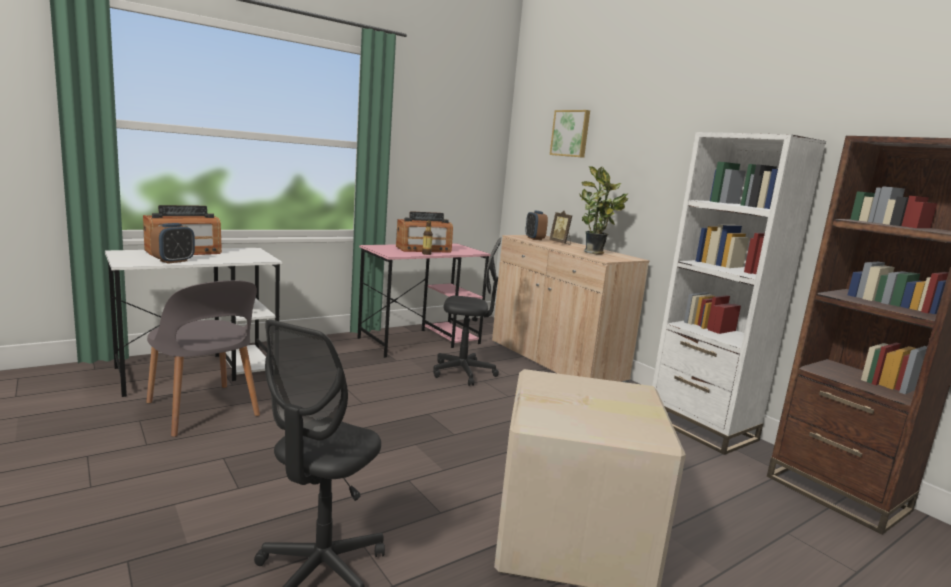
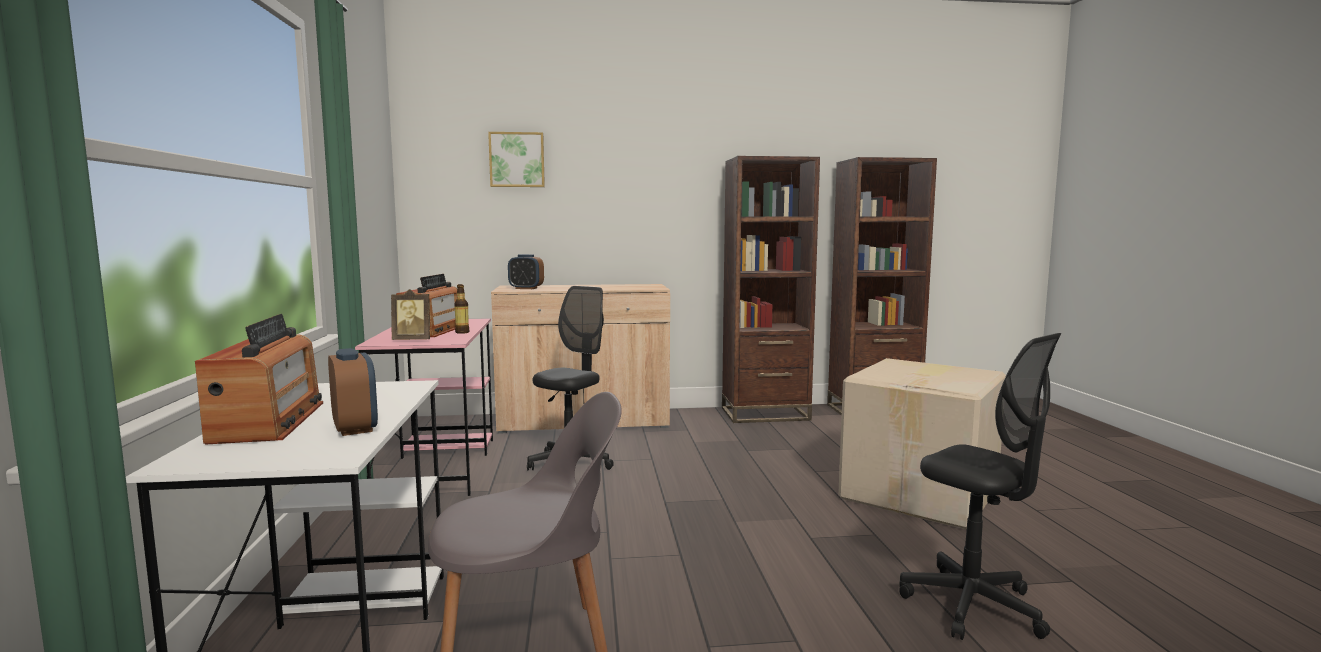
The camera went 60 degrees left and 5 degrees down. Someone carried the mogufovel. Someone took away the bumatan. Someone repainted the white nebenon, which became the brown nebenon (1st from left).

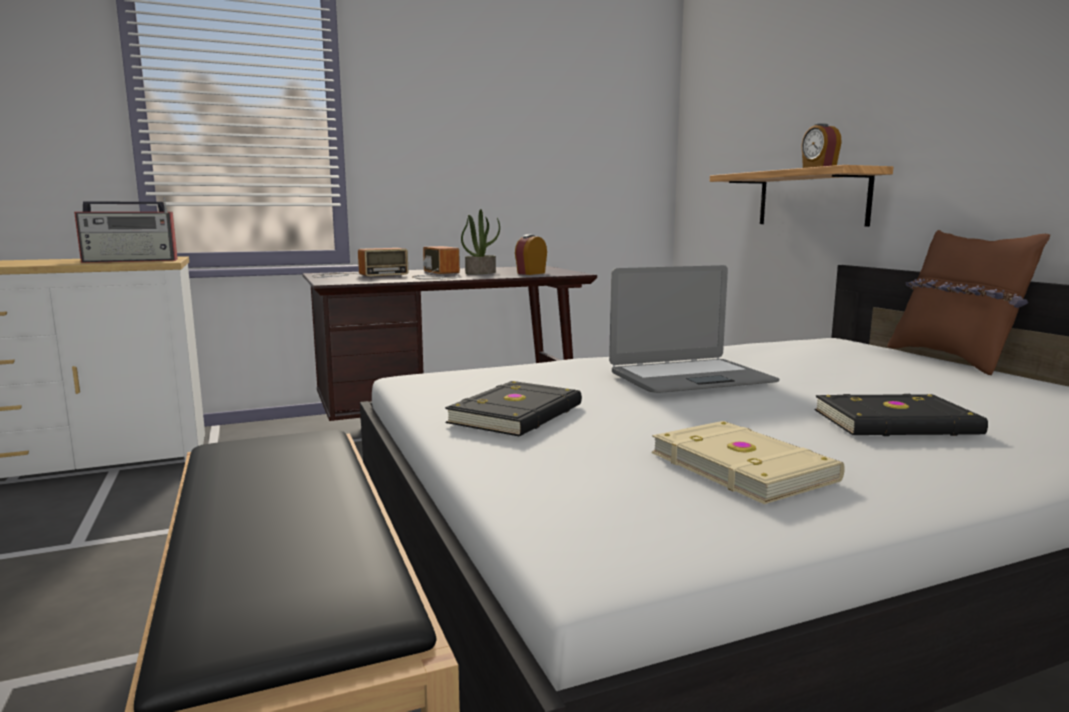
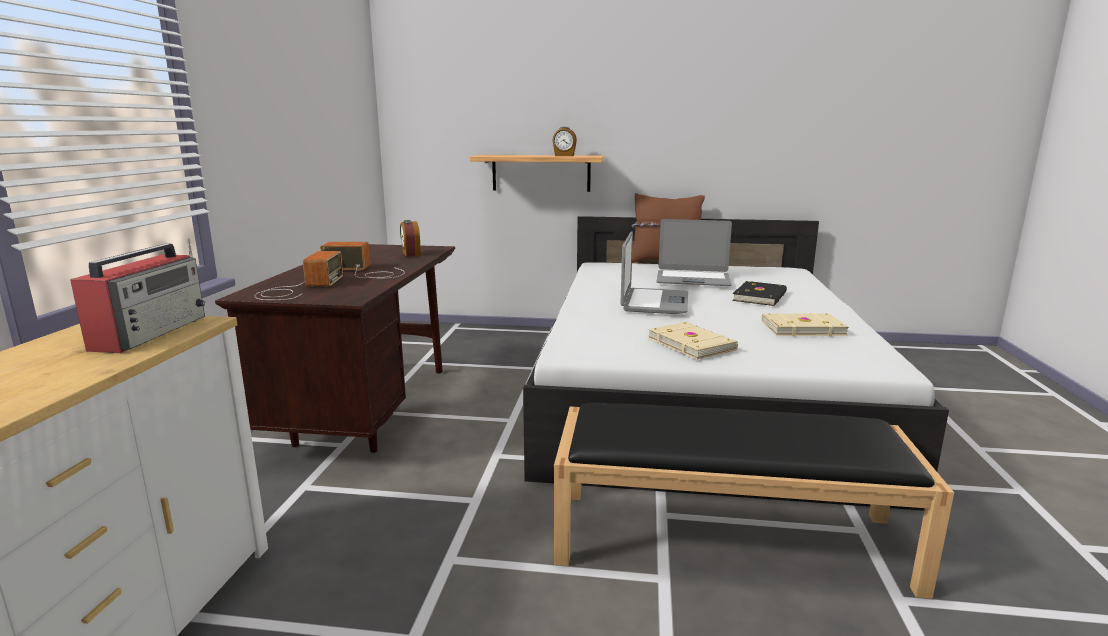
The camera went 60 degrees left and 5 degrees up. Someone repainted the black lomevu (1st from left), which became the beige lomevu (1st from left). Someone took away the bumatan. Someone put down the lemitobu (2nd from left).

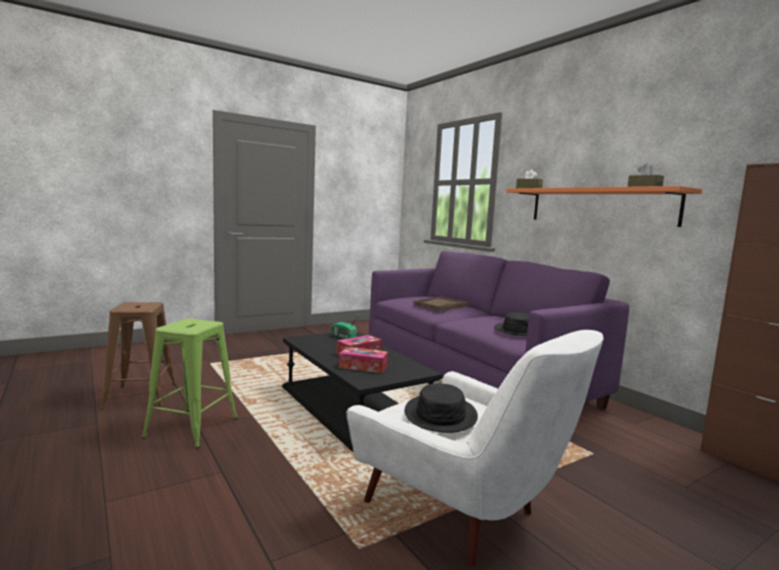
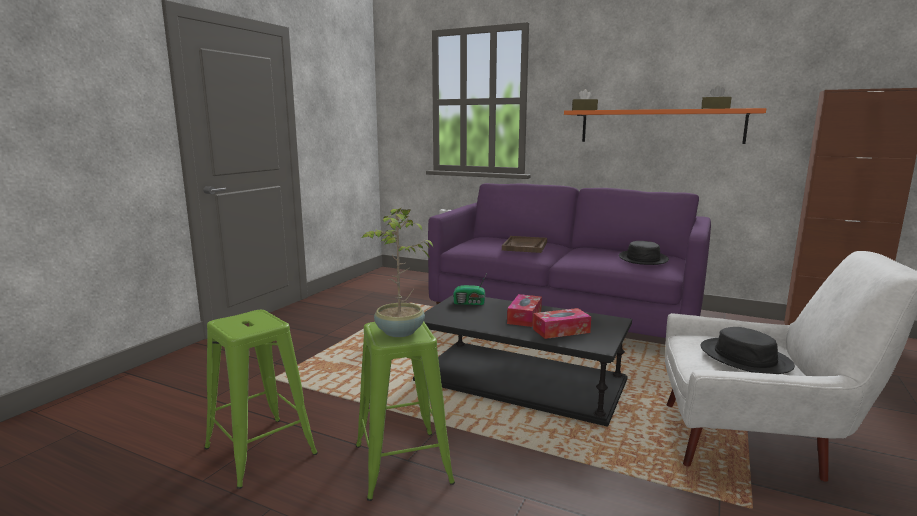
The camera went 30 degrees left and 5 degrees up. Someone repainted the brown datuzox, which became the green datuzox (1st from left). Someone put down the bumatan.

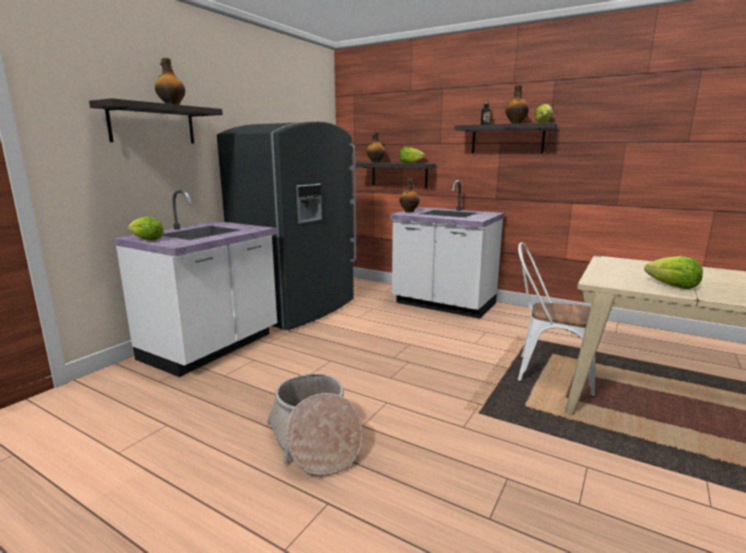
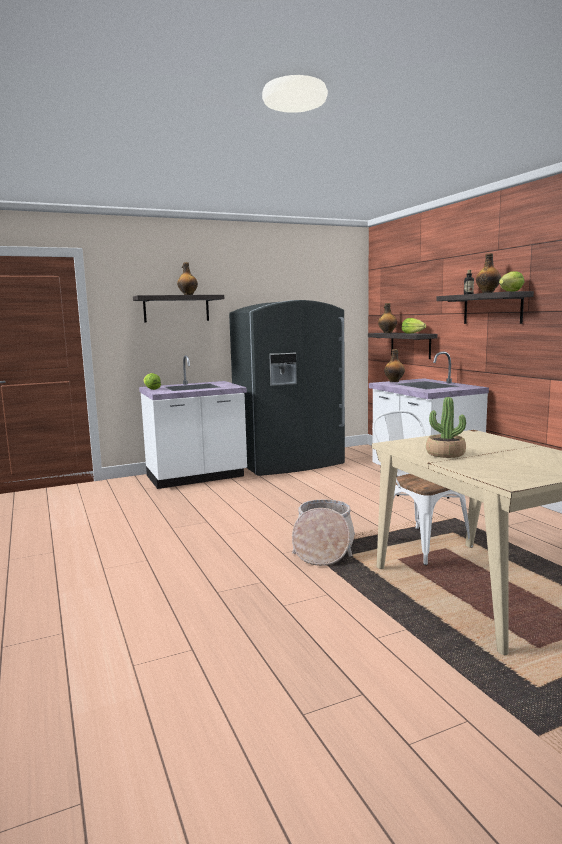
The camera went 35 degrees right and 5 degrees down. Someone carried the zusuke. Someone swapped the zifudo (4th from left) for the bumatan.

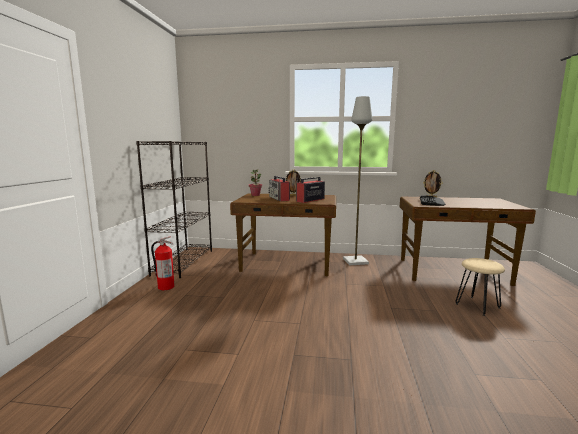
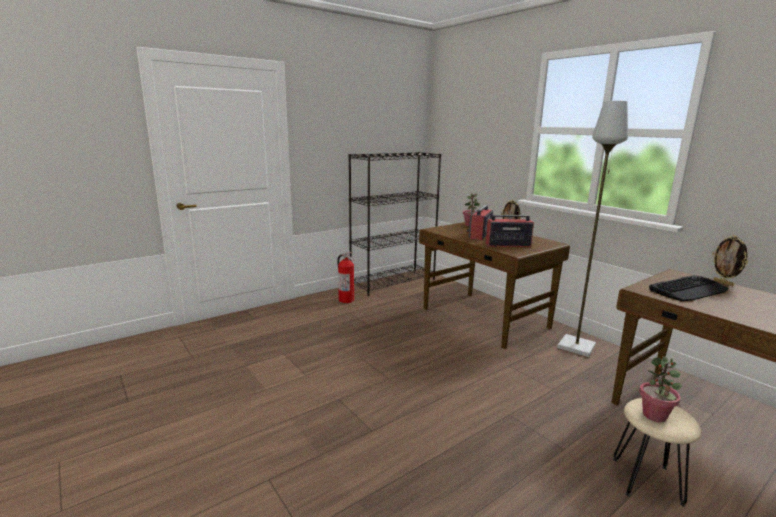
The camera went 45 degrees right and 5 degrees up. Someone put down the bumatan (2nd from left).

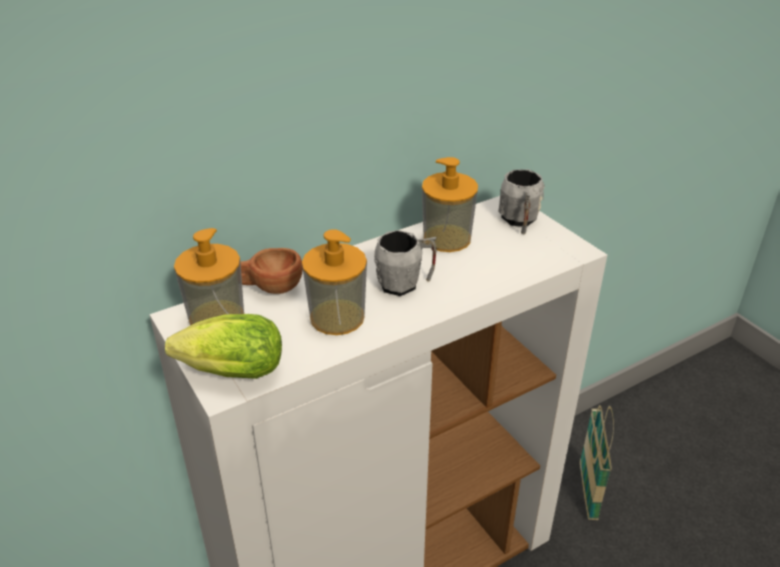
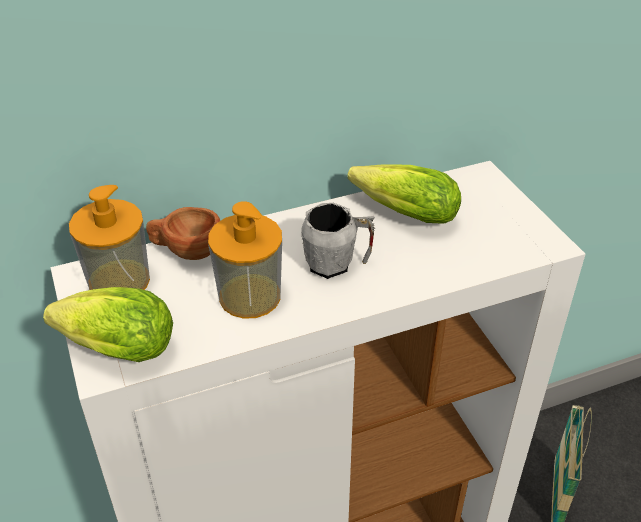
The camera went 10 degrees right and 5 degrees up. Someone swapped the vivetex (3rd from left) for the zifudo (2nd from left). Someone took away the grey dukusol (2nd from left).

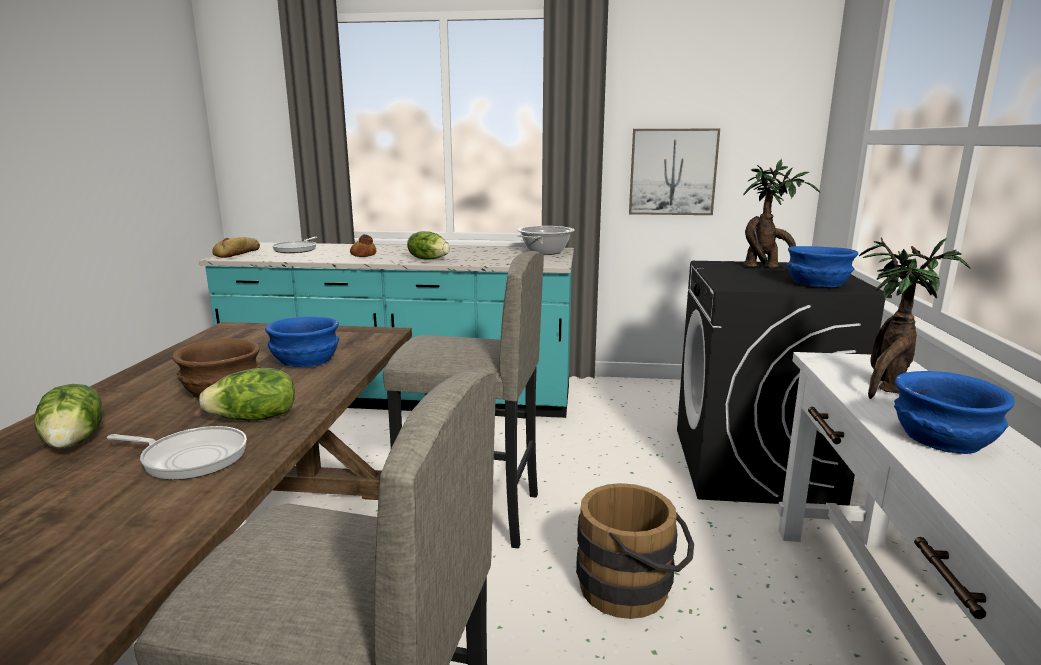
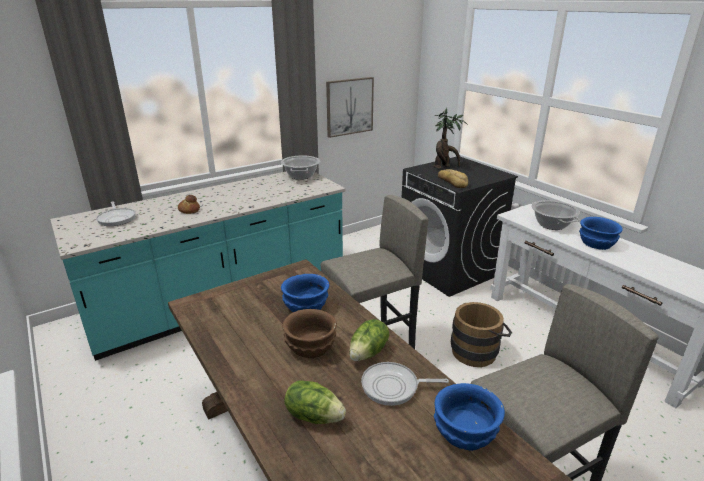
The camera went 40 degrees left and 10 degrees up. Someone rotated the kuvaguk (1st from left in the first image) by 150 degrees counterclockwise. Someone carried the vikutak (1st from left in the first image). Someone took away the zifudo (3rd from left). Someone carried the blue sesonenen (2nd from left). Someone swapped the bumatan (2nd from left) for the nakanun (2nd from left).

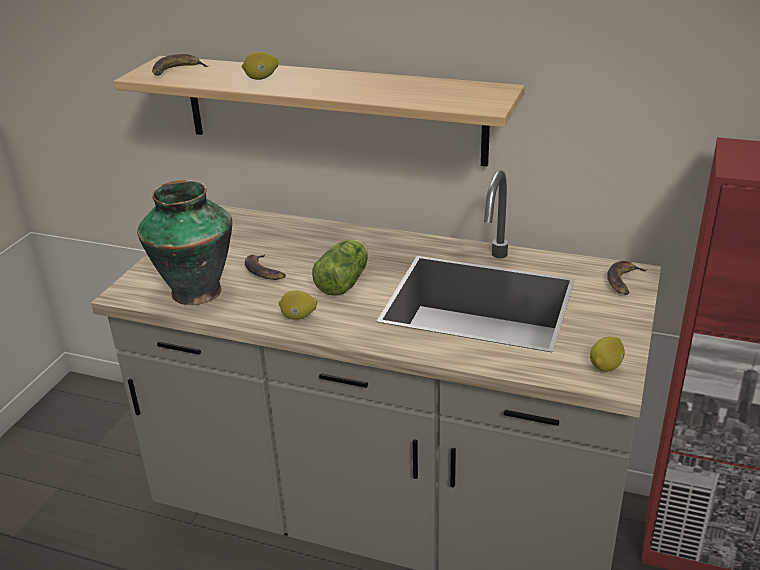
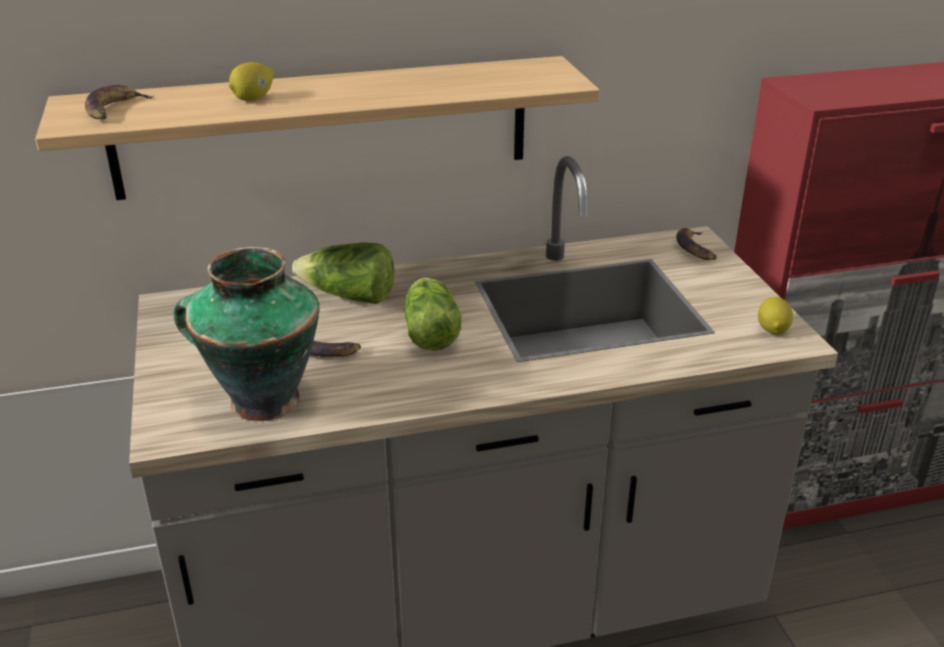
The camera went 35 degrees left and 0 degrees up. Someone took away the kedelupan (2nd from left). Someone put down the zifudo (1st from left).

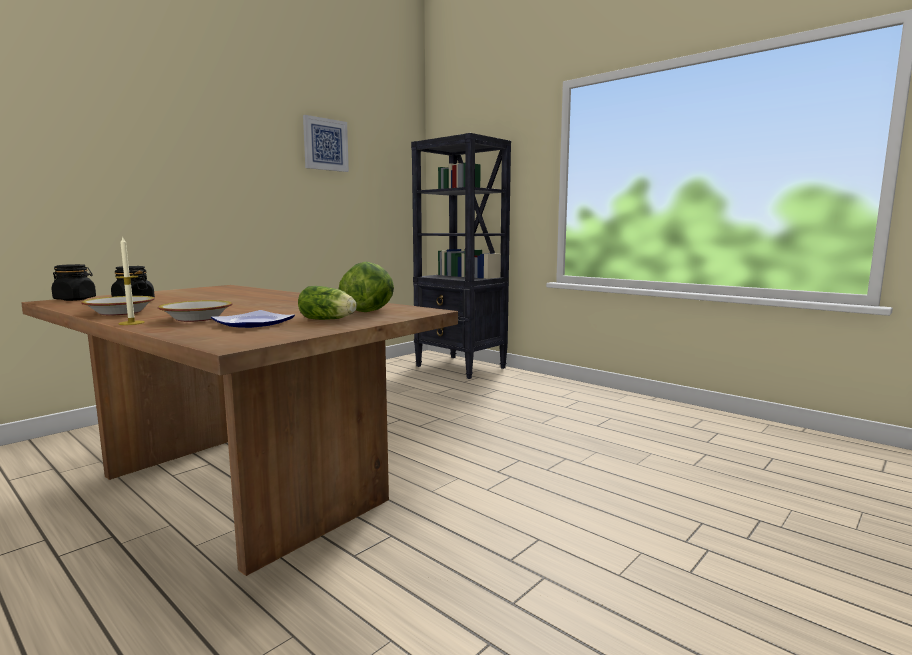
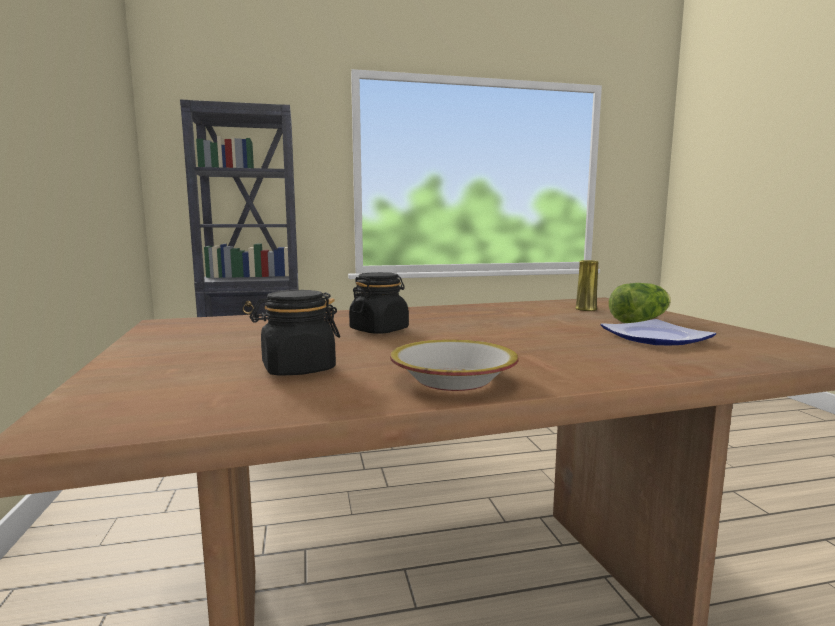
The camera went 55 degrees left and 0 degrees up. Someone carried the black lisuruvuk (1st from left in the first image). Someone took away the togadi. Someone took away the sesonenen (2nd from left). Someone took away the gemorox. Someone swapped the zifudo (2nd from left) for the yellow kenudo.

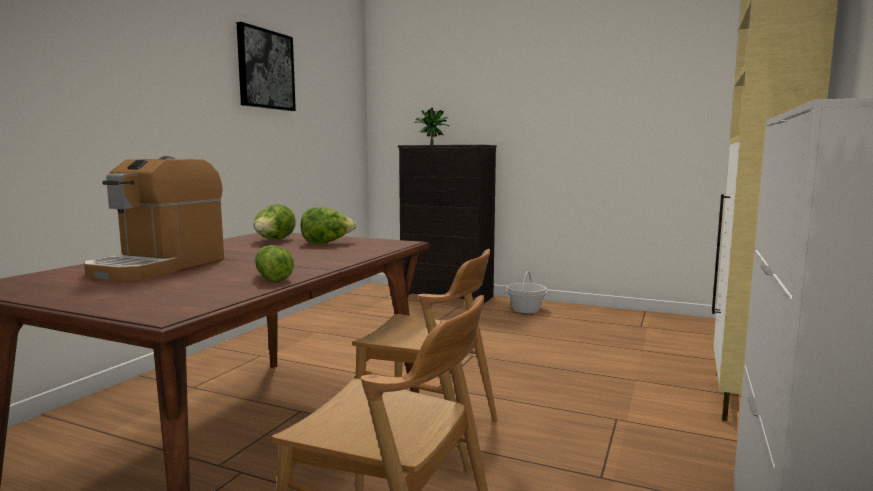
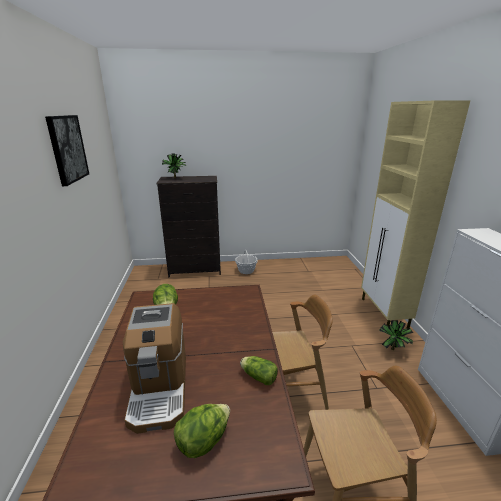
The camera went 30 degrees left and 15 degrees up. Someone carried the zifudo (3rd from left in the first image). Someone put down the bumatan (2nd from left).

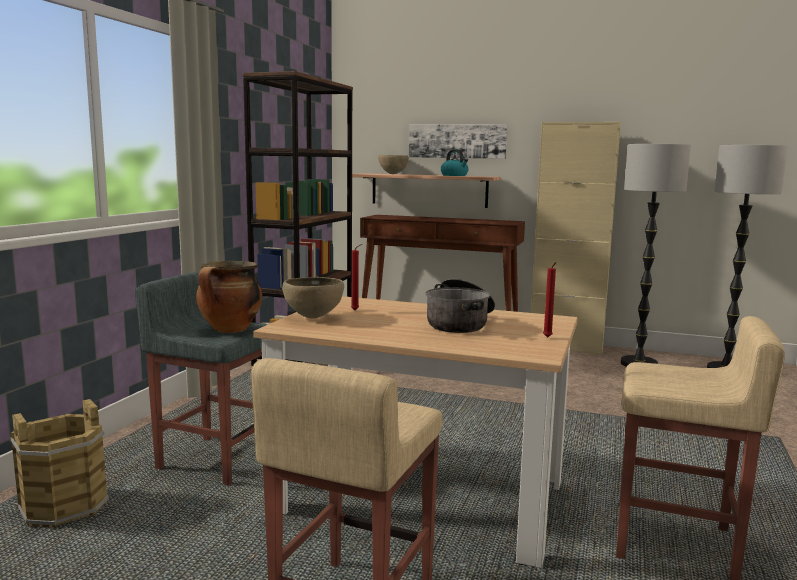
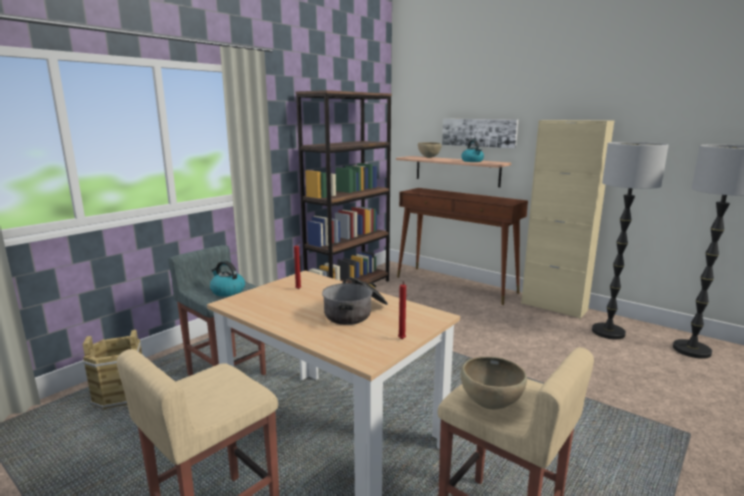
The camera went 20 degrees right and 5 degrees up. Someone swapped the nakanun (1st from left) for the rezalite (1st from left). Someone carried the brown sesonenen (1st from left in the first image).

